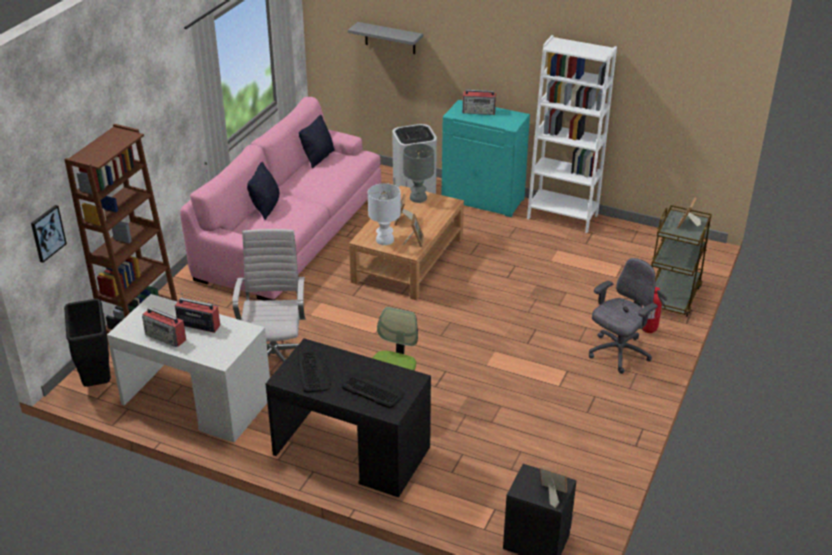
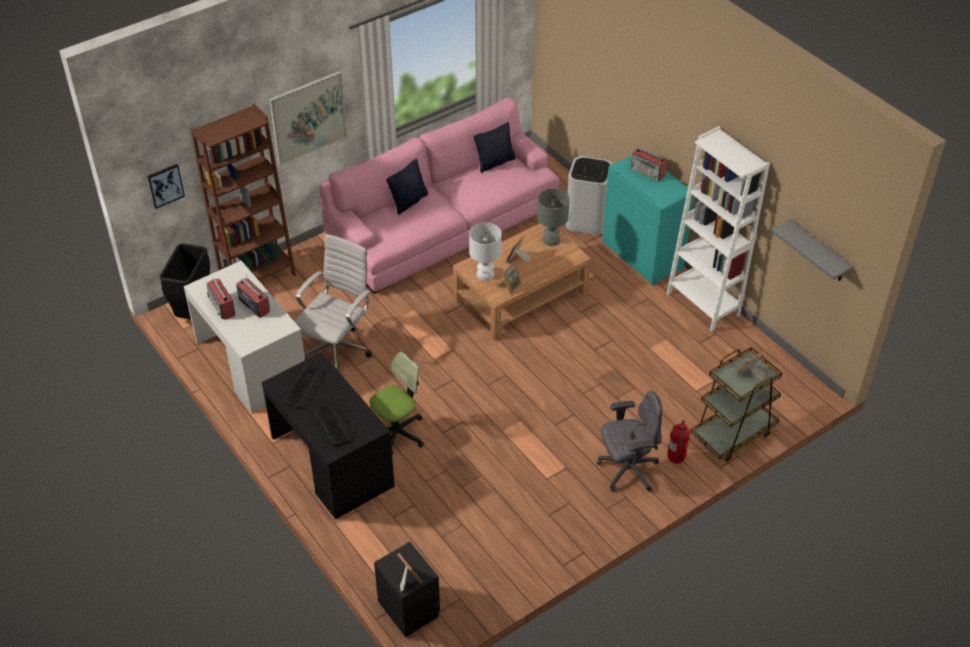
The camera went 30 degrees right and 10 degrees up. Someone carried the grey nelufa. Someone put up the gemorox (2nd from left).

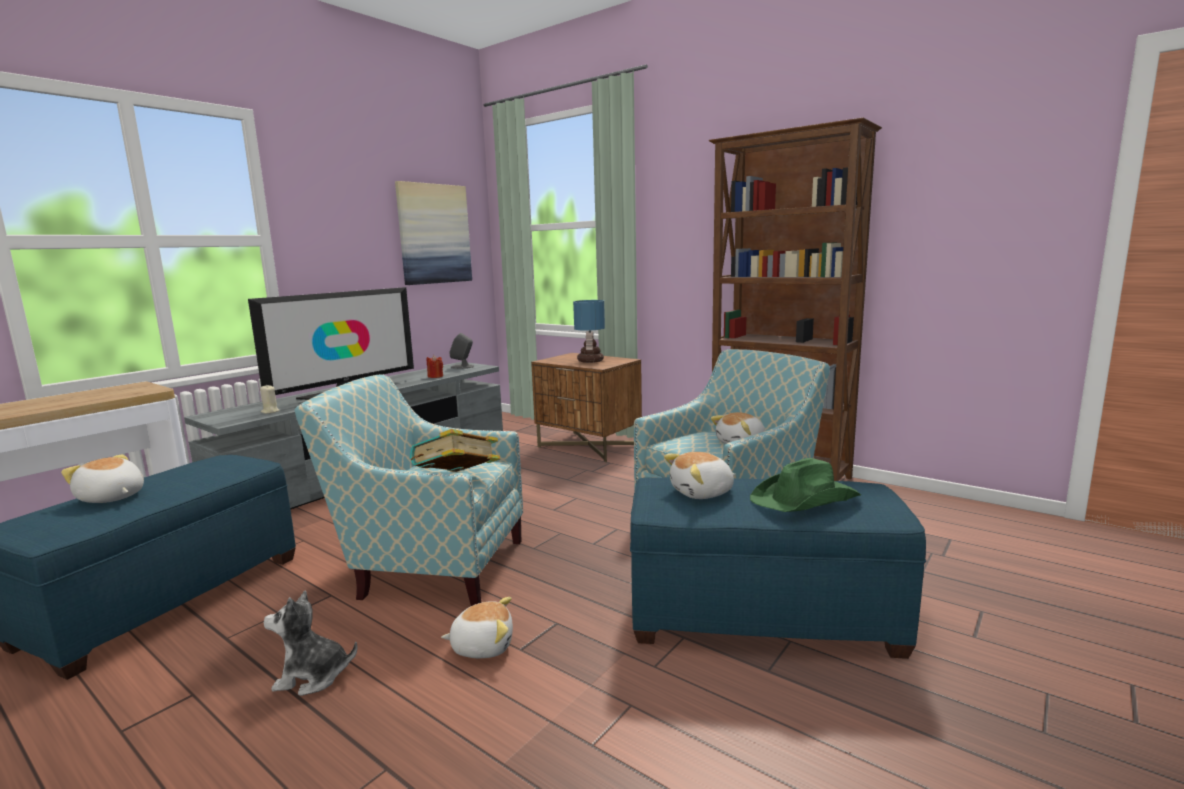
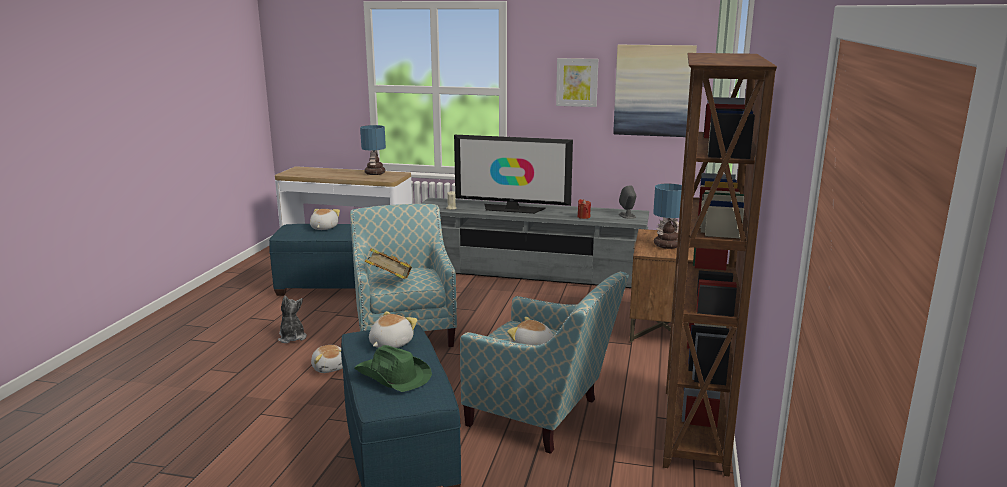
The camera went 65 degrees right and 5 degrees up. Someone rotated the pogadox (4th from left) by 75 degrees clockwise. Someone put down the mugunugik (1st from left). Someone put up the gemorox (1st from left).

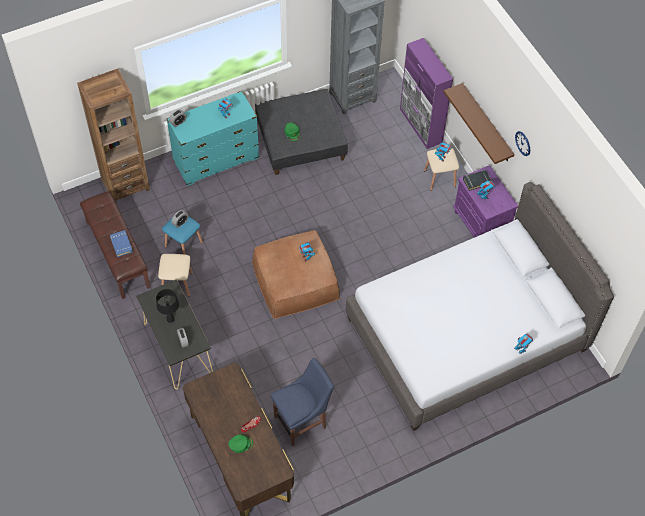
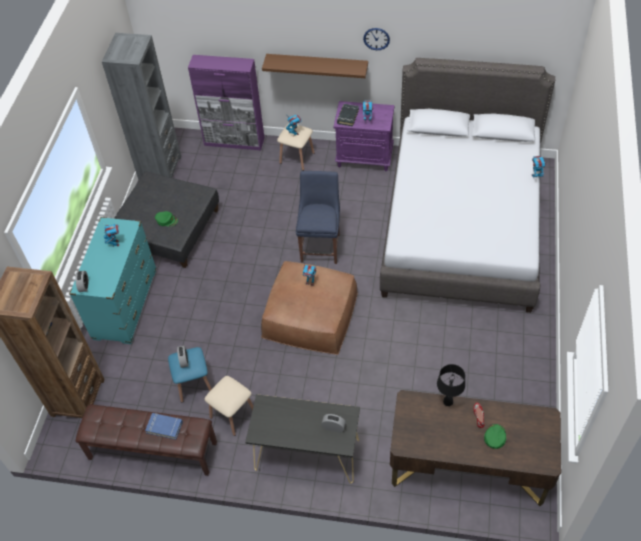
The camera went 50 degrees left and 5 degrees down. Someone carried the black mugunugik. Someone carried the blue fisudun.

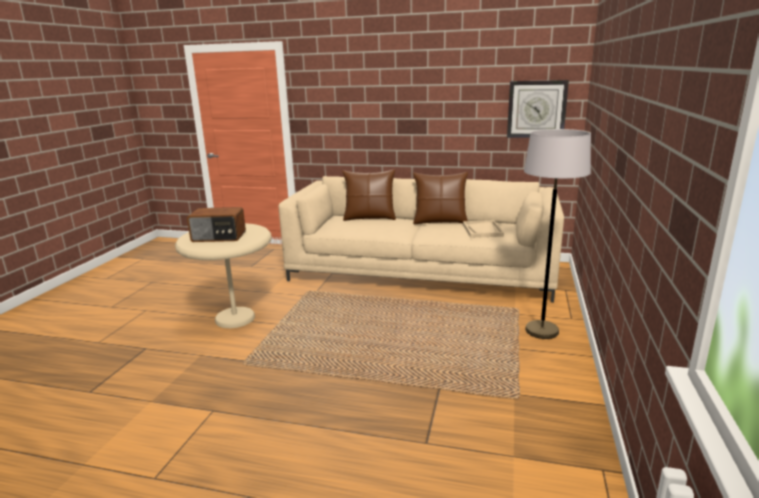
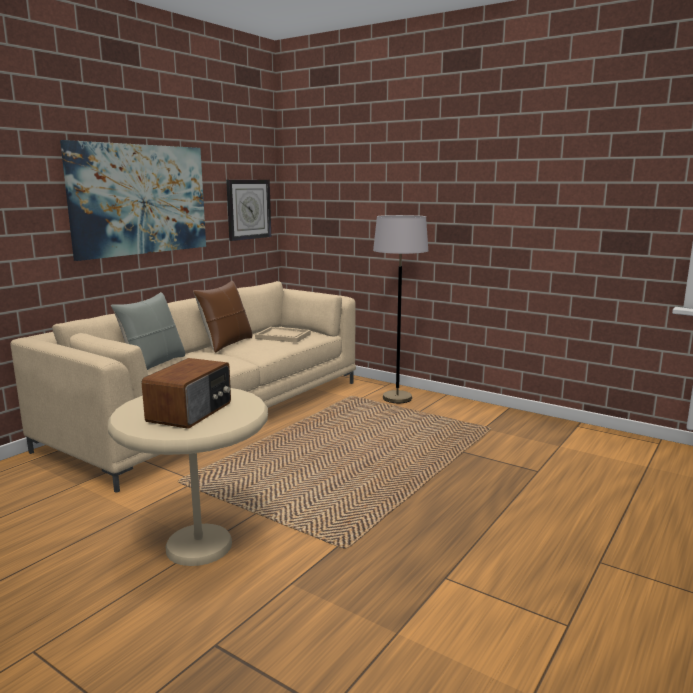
The camera went 70 degrees left and 5 degrees down. Someone repainted the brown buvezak (1st from left), which became the grey buvezak. Someone put up the gemorox.

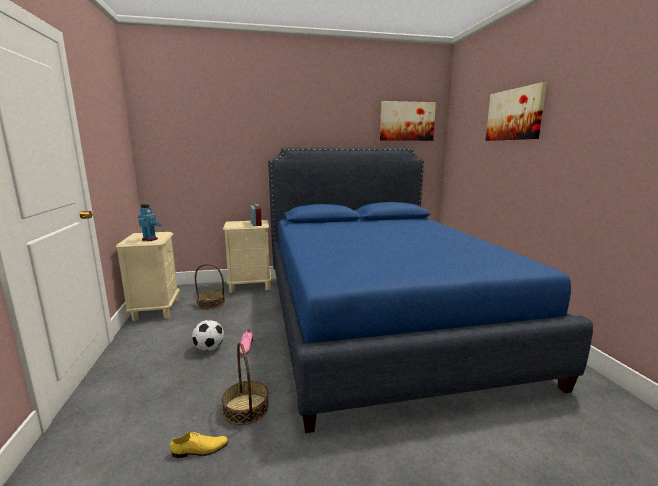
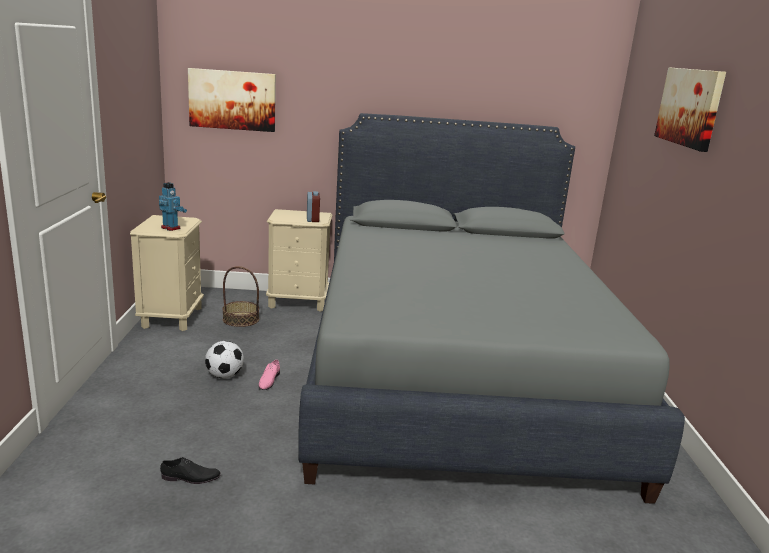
The camera went 10 degrees right and 5 degrees up. Someone repainted the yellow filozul, which became the black filozul. Someone took away the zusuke (2nd from left). Someone repainted the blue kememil, which became the grey kememil. Someone carried the gemorox (1st from left).

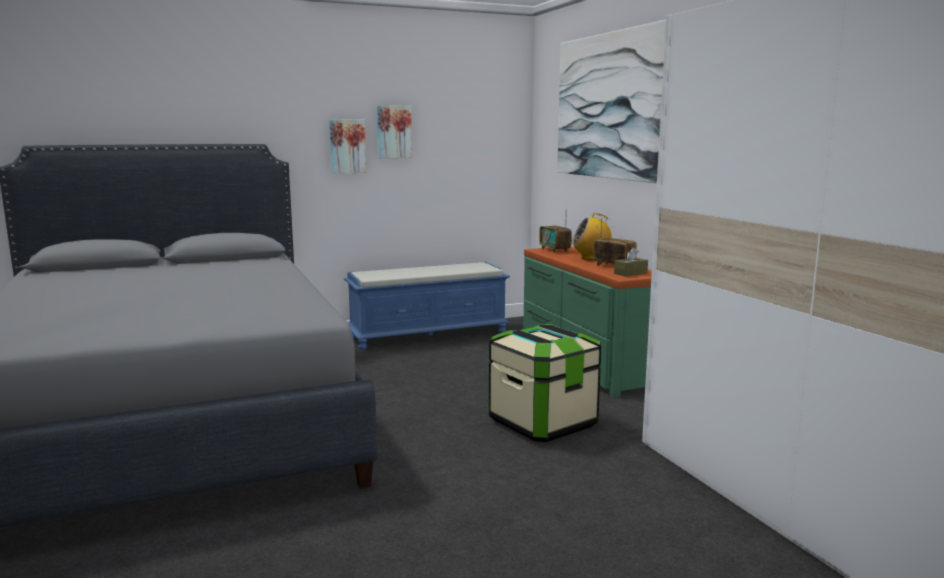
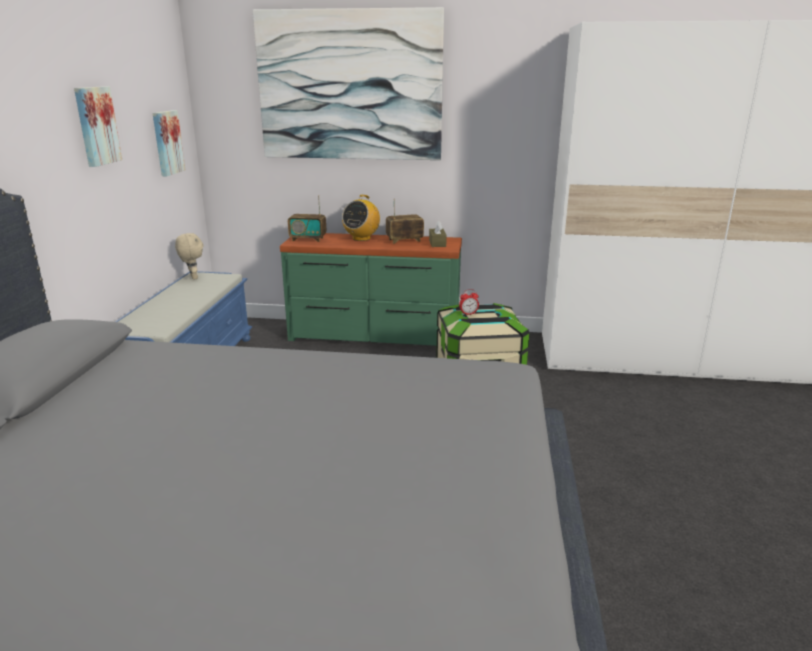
The camera went 60 degrees left and 10 degrees up. Someone carried the gemorox (1st from left in the first image). Someone put down the beige pogadox. Someone put down the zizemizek.

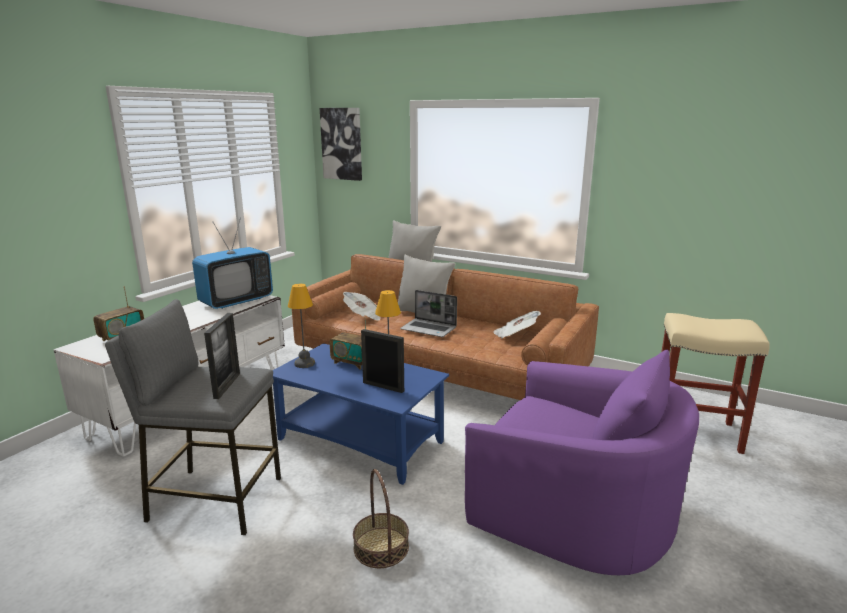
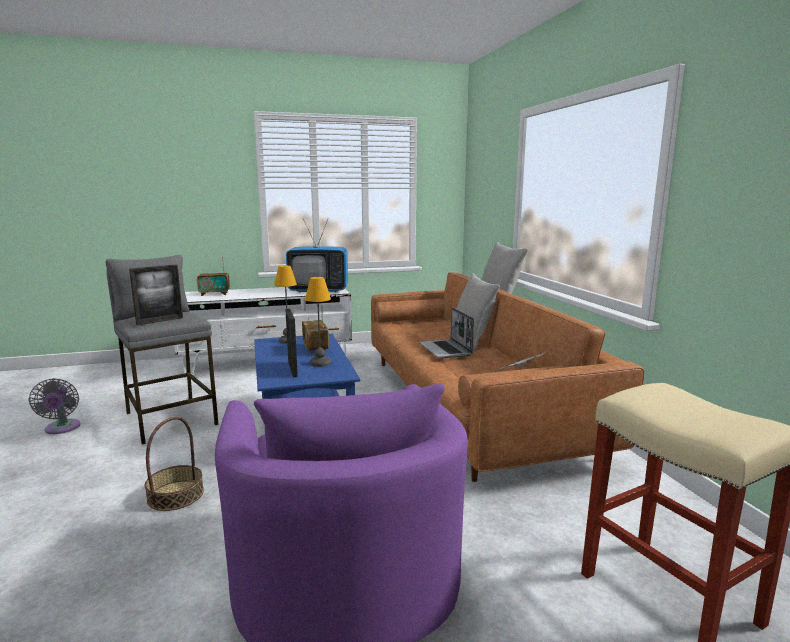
The camera went 45 degrees right and 5 degrees down. Someone took away the gemorox. Someone took away the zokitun (1st from left). Someone put down the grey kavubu.

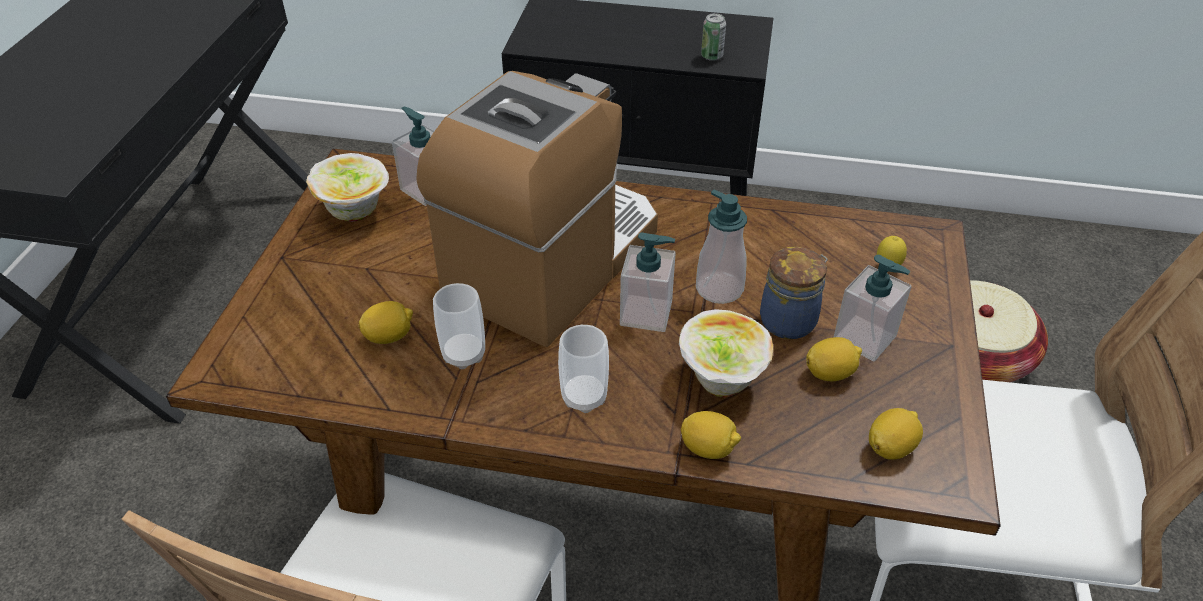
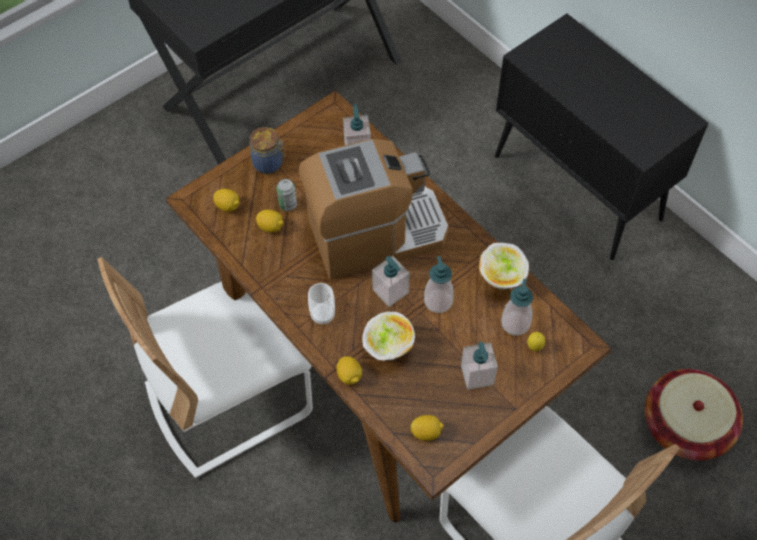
The camera went 40 degrees right and 15 degrees up. Someone carried the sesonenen (1st from left in the first image). Someone took away the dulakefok (1st from left). Someone carried the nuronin. Someone carried the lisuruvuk. Someone carried the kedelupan (3rd from left in the first image). Someone put down the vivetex (5th from left).

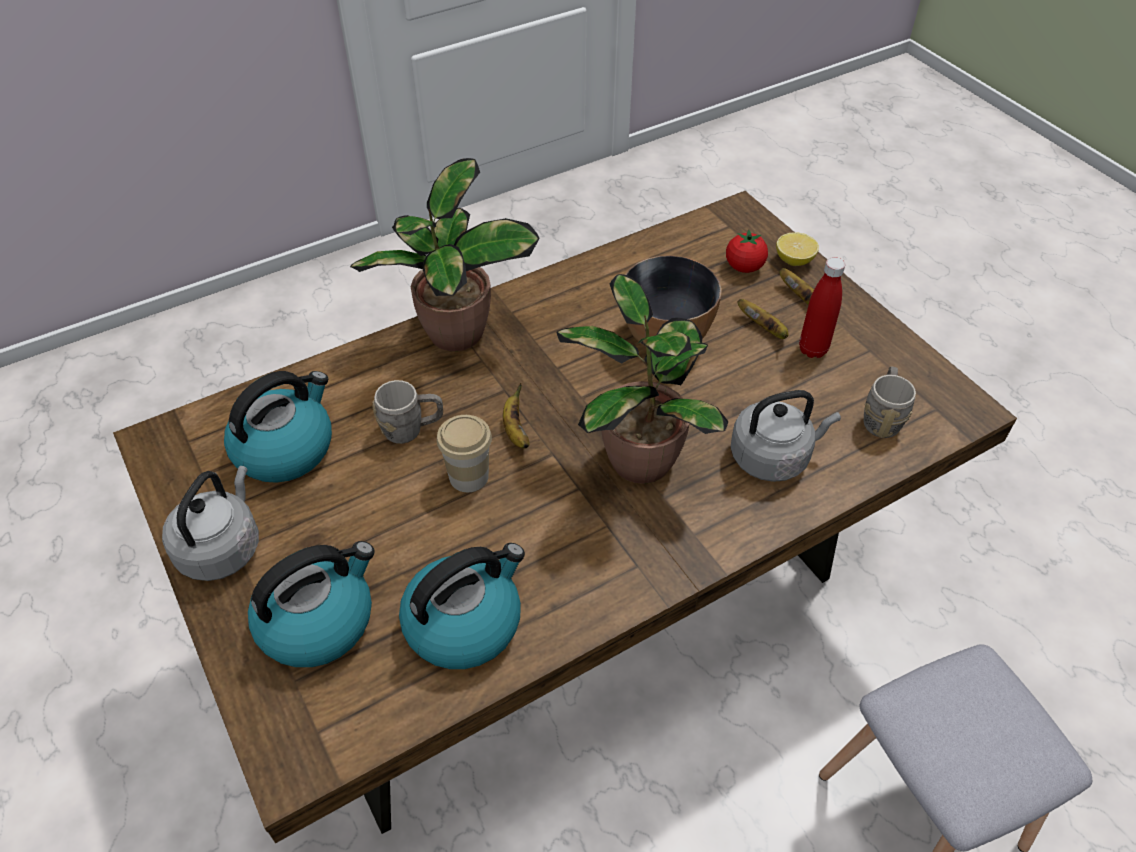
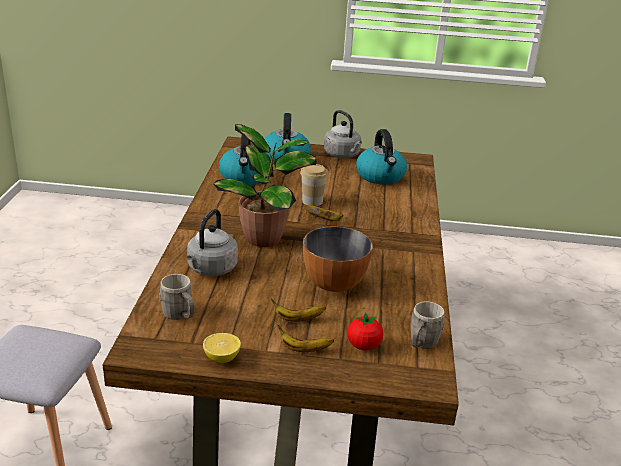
The camera went 125 degrees right and 20 degrees down. Someone took away the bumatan (1st from left). Someone carried the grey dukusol (1st from left in the first image). Someone carried the kedelupan. Someone took away the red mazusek.

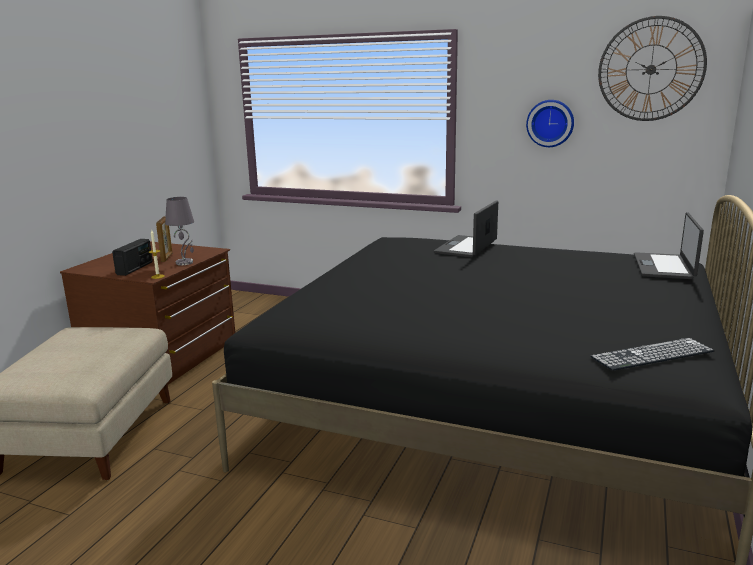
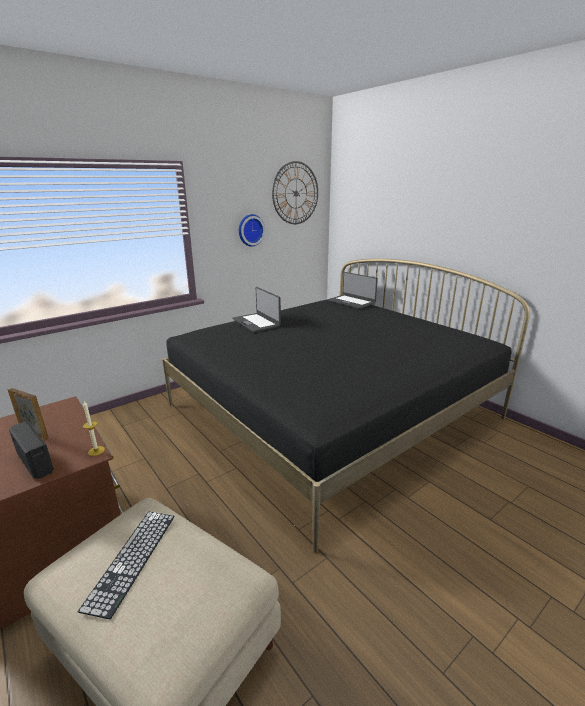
The camera went 60 degrees left and 5 degrees up. Someone took away the grey mugunugik. Someone carried the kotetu.

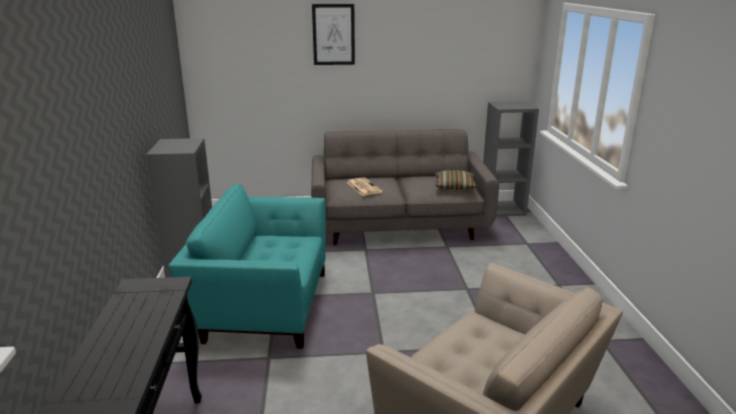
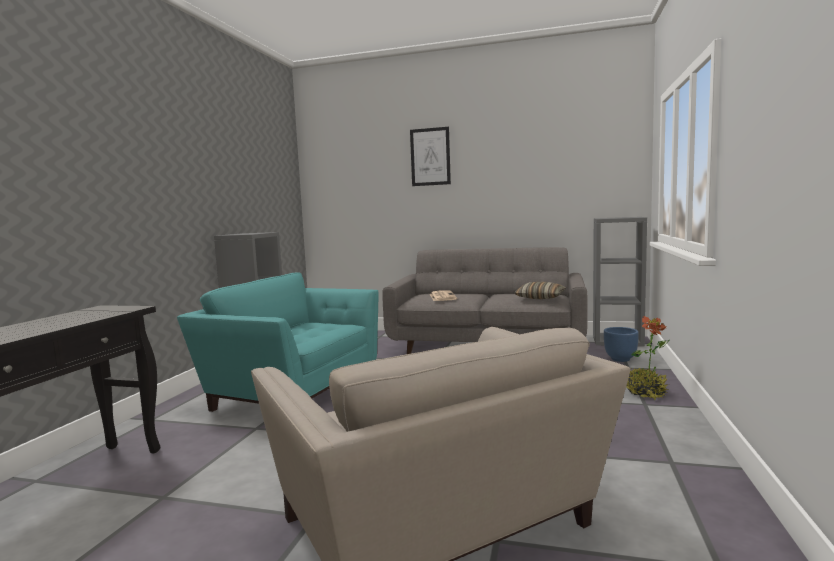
The camera went 20 degrees right and 15 degrees down. Someone put down the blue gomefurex. Someone put down the bumatan.

